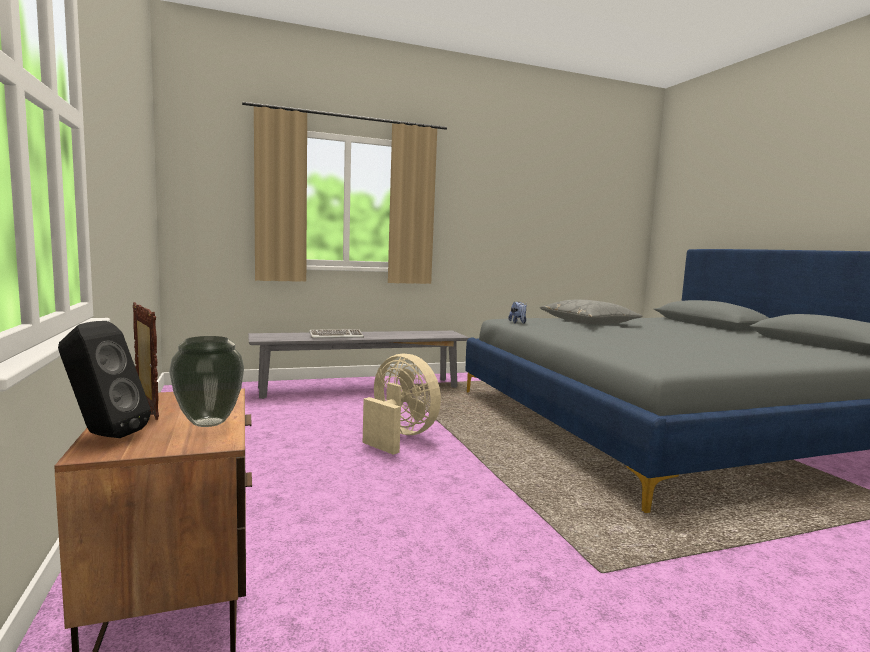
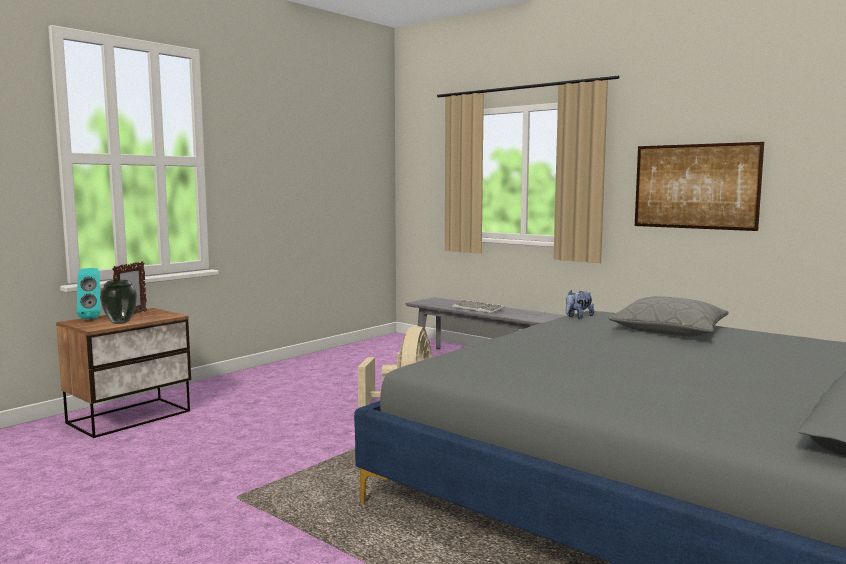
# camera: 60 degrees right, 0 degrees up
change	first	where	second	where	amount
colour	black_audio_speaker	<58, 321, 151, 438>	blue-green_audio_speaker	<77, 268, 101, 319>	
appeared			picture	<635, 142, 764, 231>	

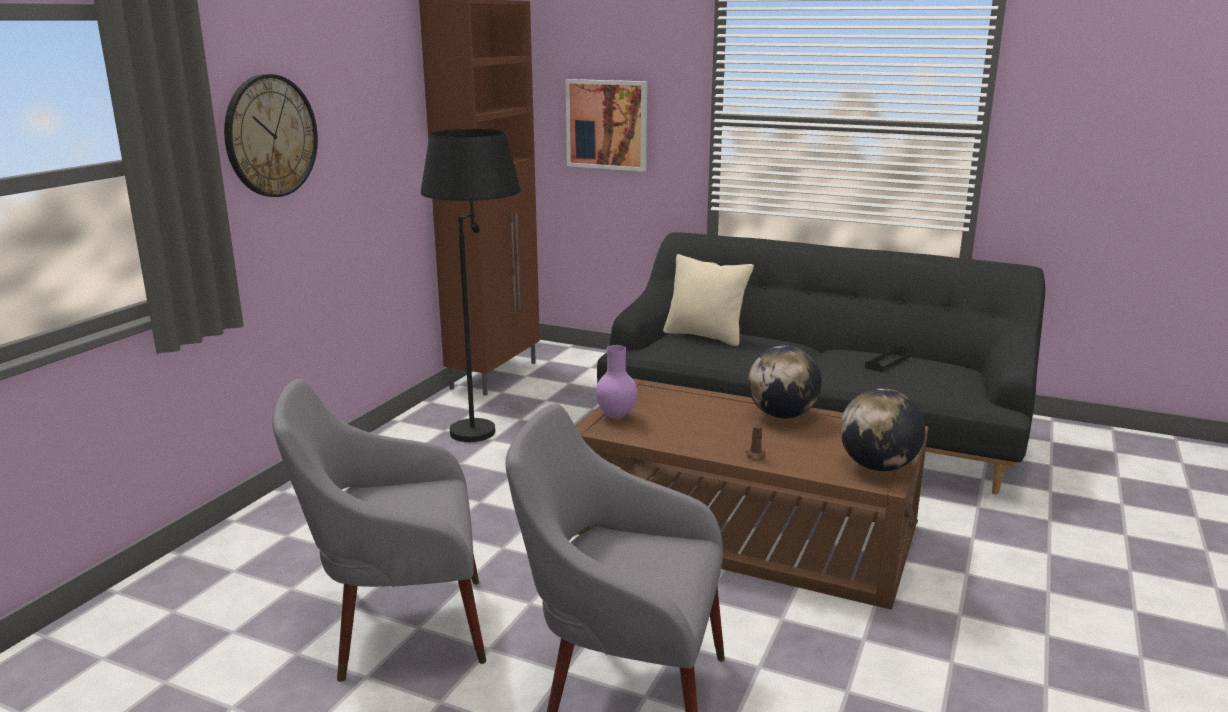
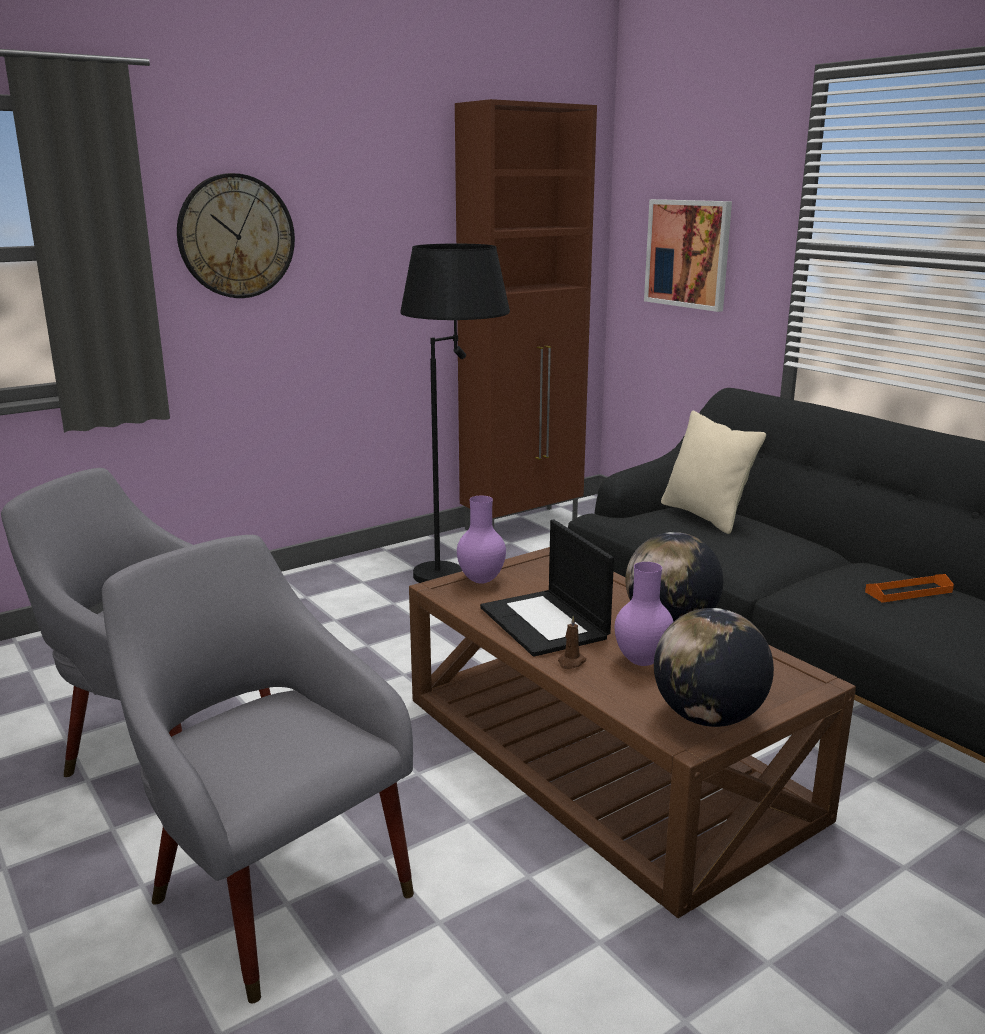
# camera: 30 degrees right, 0 degrees up
change	first	where	second	where	amount
colour	black_carrying_tray	<865, 346, 911, 373>	orange-coloured_carrying_tray	<865, 574, 954, 603>	
appeared			notebook_computer	<480, 520, 614, 657>	
appeared			purple-coloured_flower_vase	<615, 562, 674, 666>	

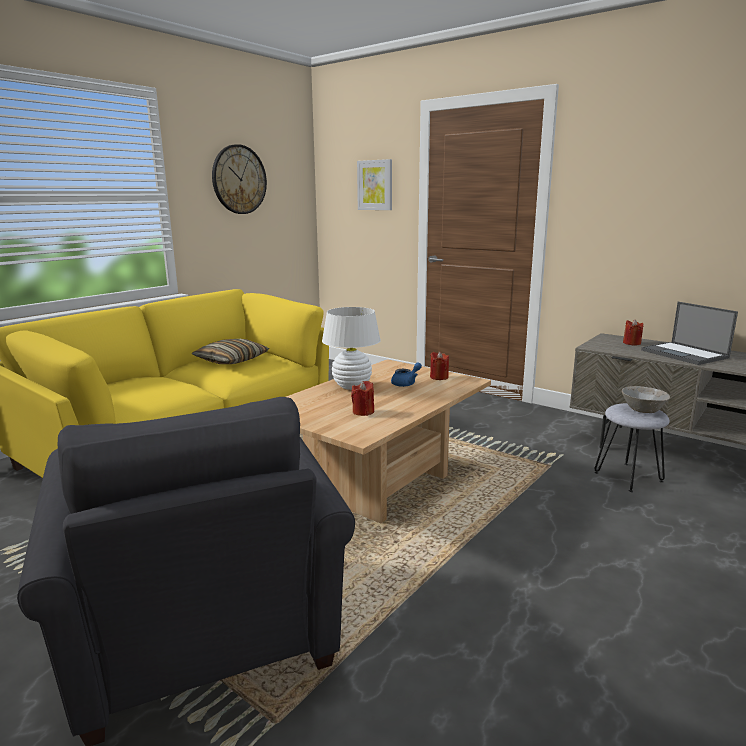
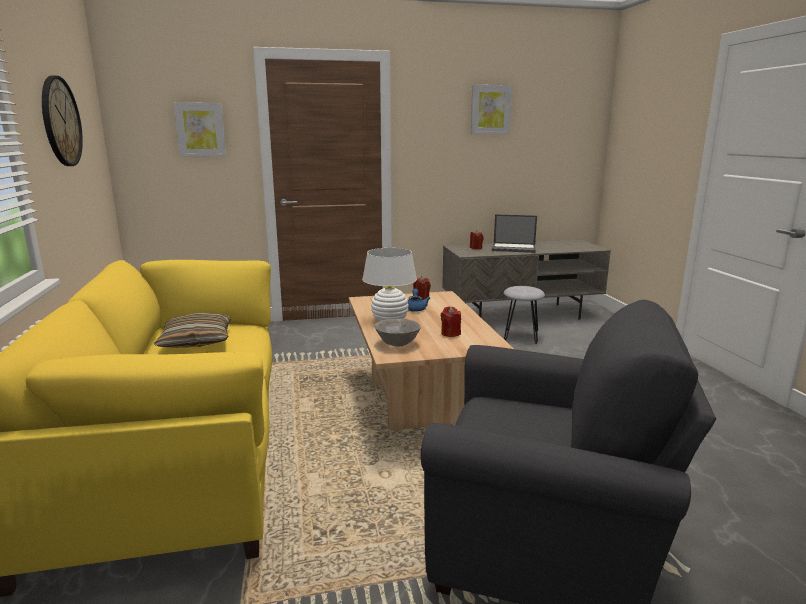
# camera: 50 degrees left, 0 degrees up
change	first	where	second	where	amount
relocated	gray_serving_bowl	<622, 386, 670, 413>		<375, 319, 421, 347>	
appeared			picture	<471, 85, 512, 134>	

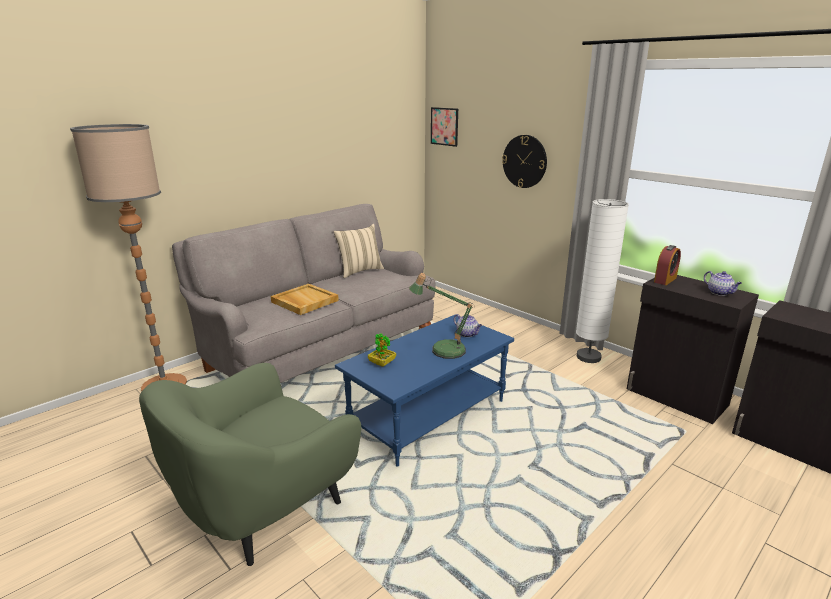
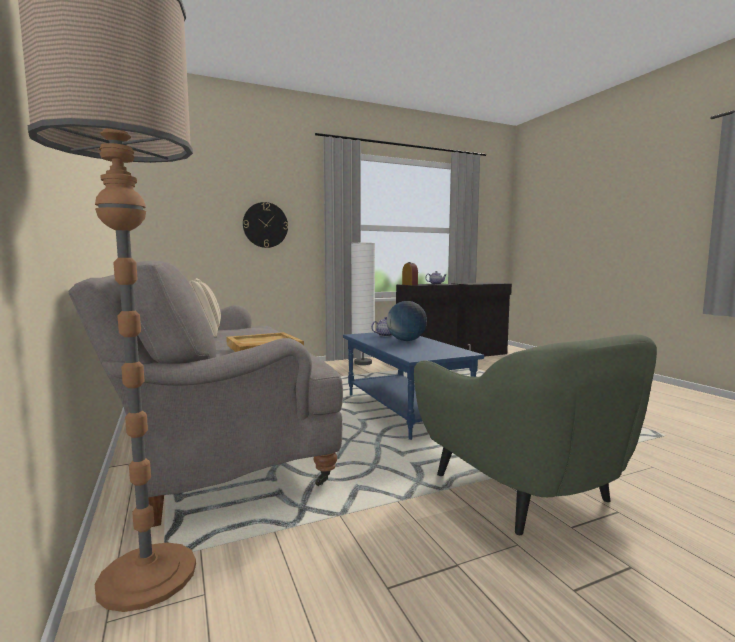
# camera: 70 degrees left, 15 degrees down
change	first	where	second	where	amount
missing	plant_in_a_pot	<368, 333, 396, 367>			
exchanged	lamp_for_a_table	<409, 273, 475, 359>	desk_globe	<387, 301, 427, 341>	
missing	picture	<431, 107, 458, 147>			

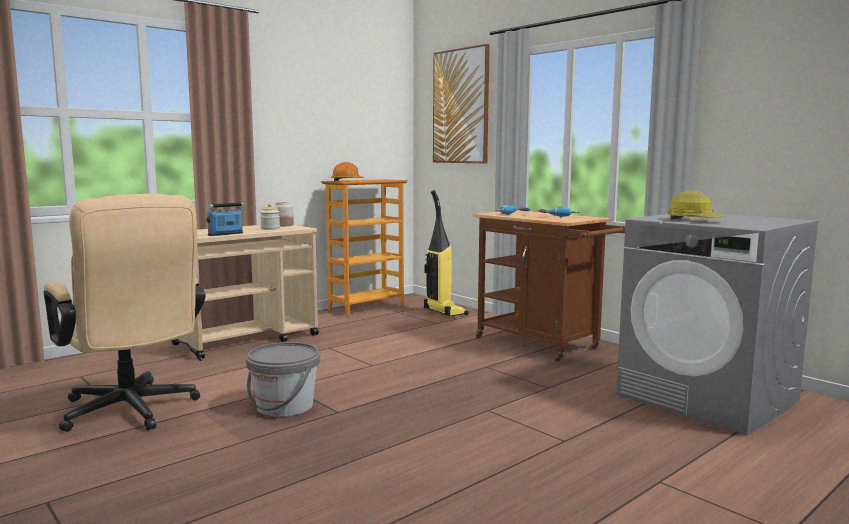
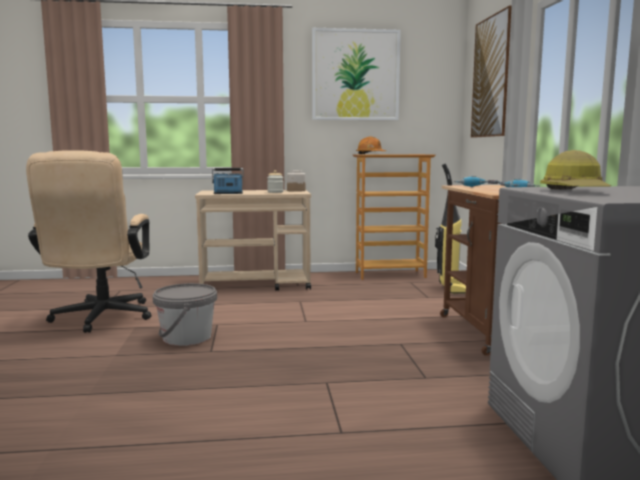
# camera: 35 degrees right, 0 degrees up
change	first	where	second	where	amount
appeared			picture	<312, 28, 401, 120>	

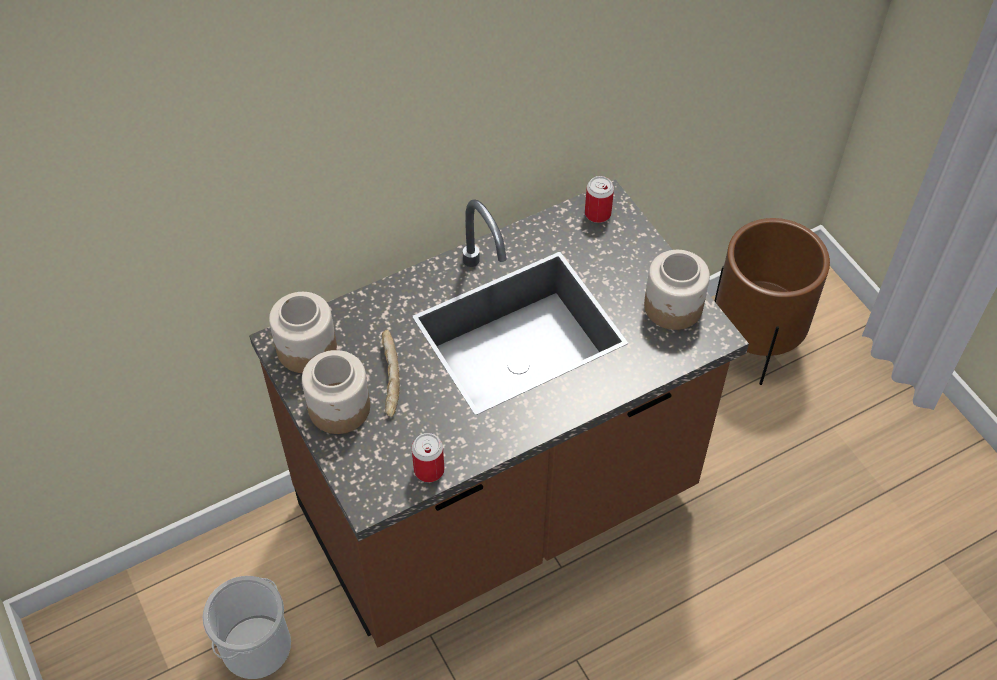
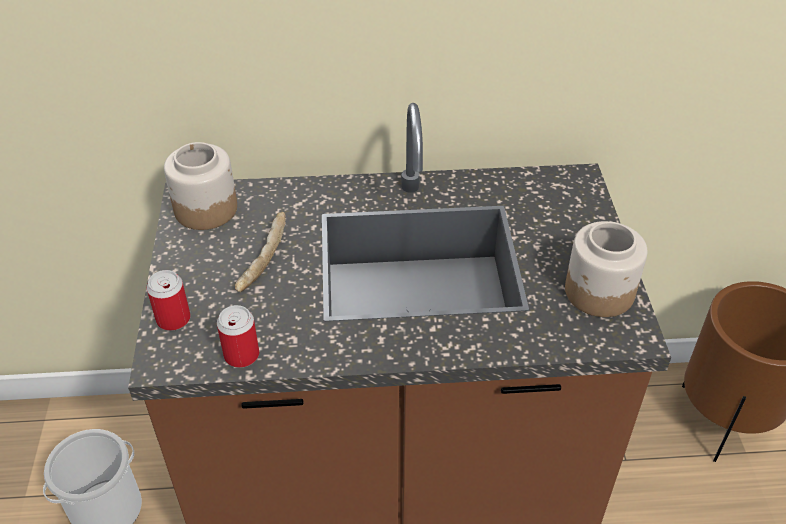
# camera: 25 degrees right, 10 degrees down
change	first	where	second	where	amount
missing	preserve_jar	<302, 350, 370, 434>			
relocated	metal_can	<585, 176, 614, 223>		<147, 270, 191, 331>	

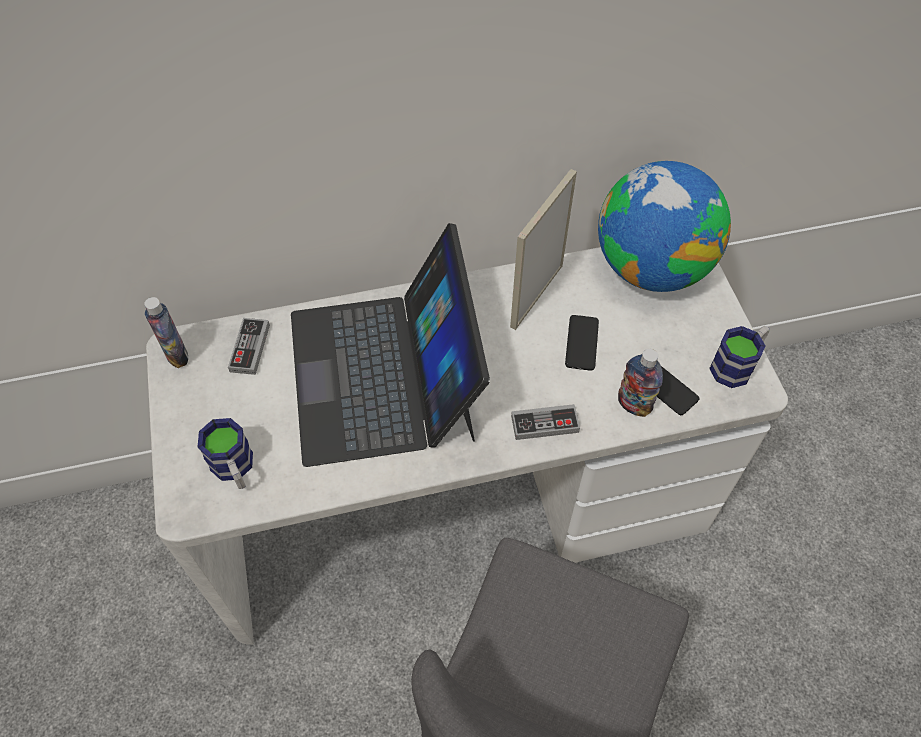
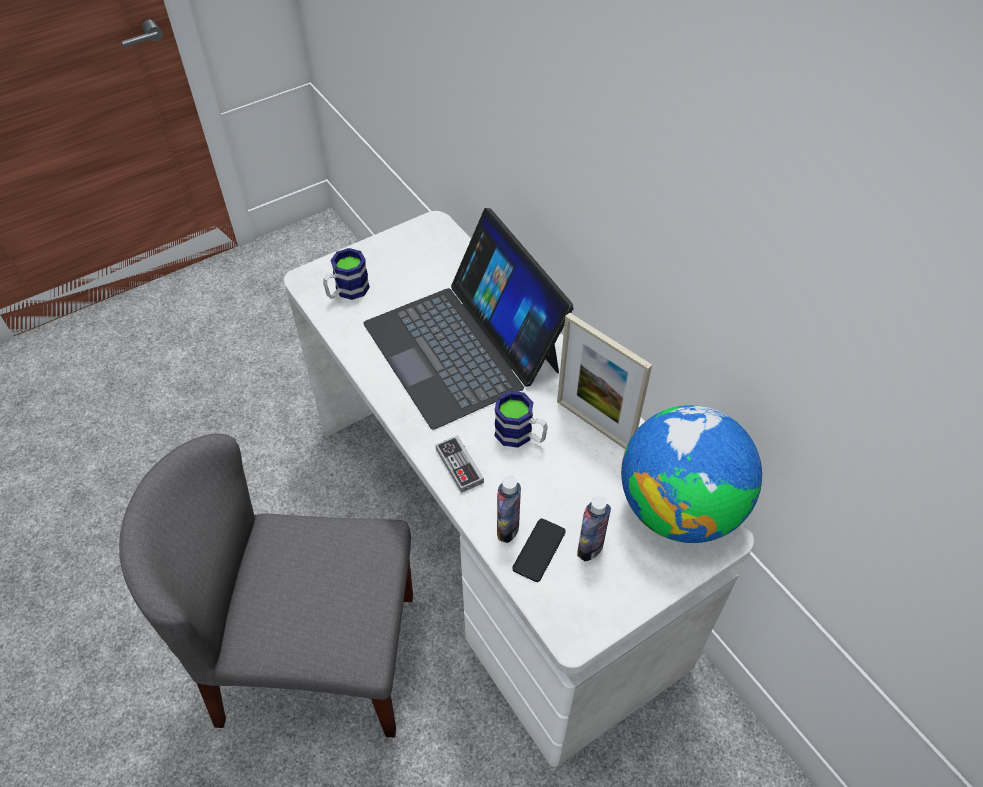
# camera: 70 degrees right, 5 degrees down
change	first	where	second	where	amount
relocated	beverage_bottle	<144, 297, 188, 368>		<577, 496, 611, 561>	
missing	gamepad	<228, 318, 270, 375>			
spun	notebook_computer	<291, 223, 490, 467>		<364, 208, 574, 430>	90 degrees counterclockwise
spun	standing_frame	<510, 169, 577, 330>		<557, 312, 652, 450>	150 degrees counterclockwise
missing	handset	<565, 315, 599, 371>			
relocated	coffee_mug	<709, 326, 770, 388>		<494, 391, 548, 448>	

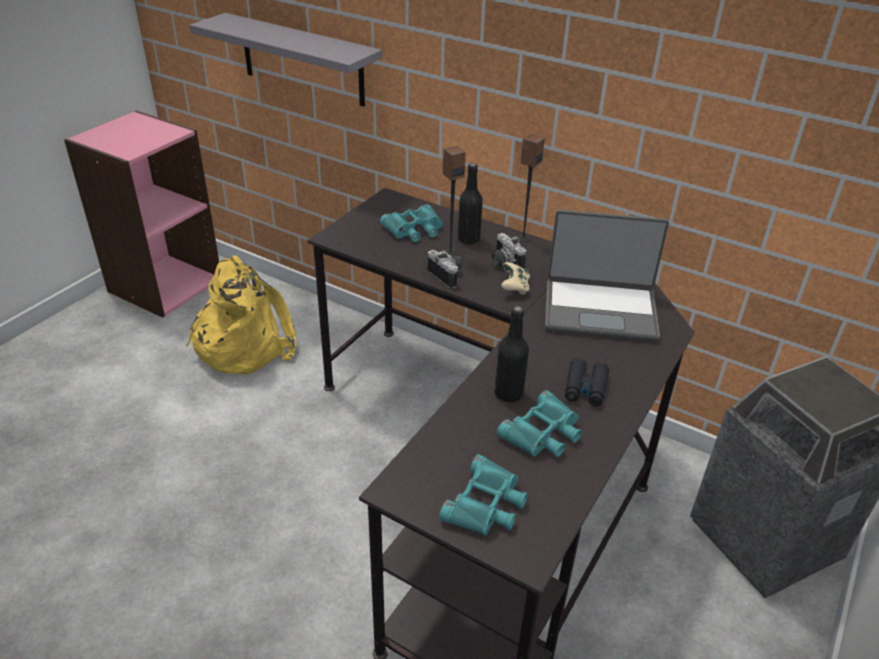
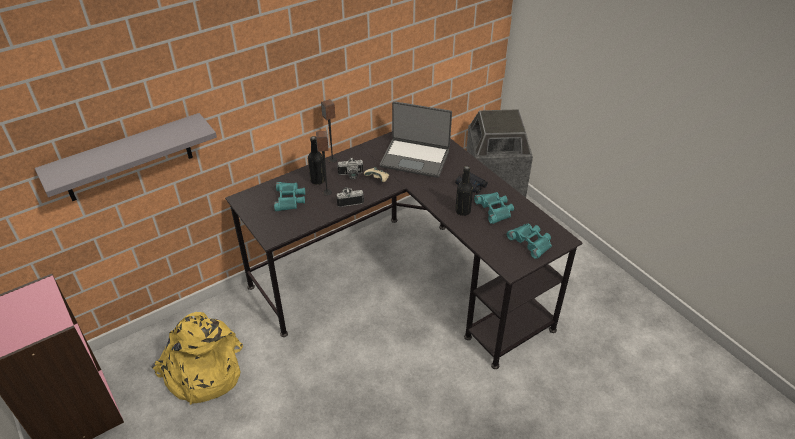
# camera: 65 degrees left, 5 degrees up
change	first	where	second	where	amount
spun	notebook_computer	<545, 210, 669, 342>		<380, 101, 452, 178>	75 degrees clockwise

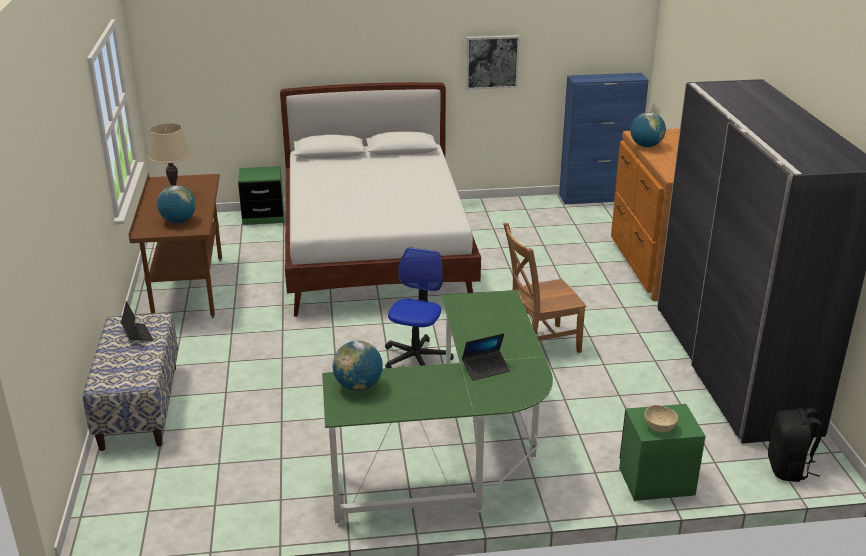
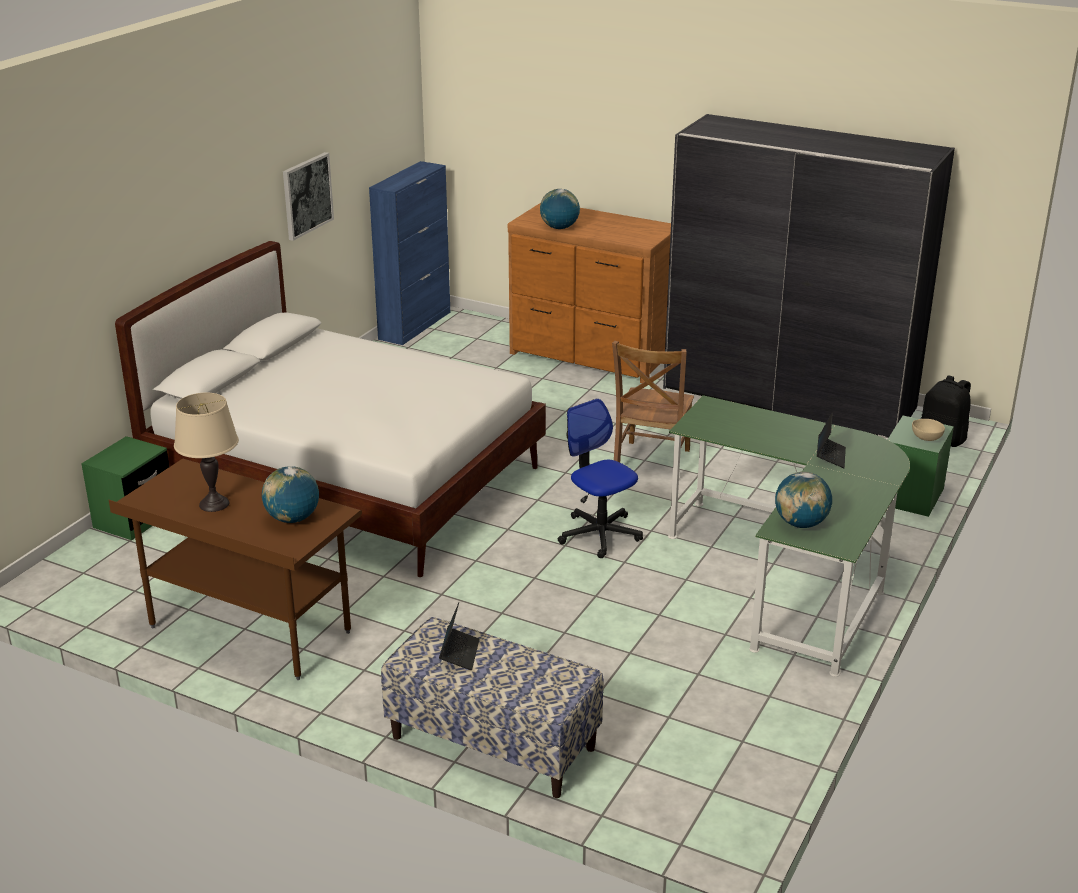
# camera: 55 degrees left, 0 degrees up
change	first	where	second	where	amount
spun	notebook_computer	<121, 301, 154, 341>		<439, 603, 479, 670>	90 degrees clockwise

